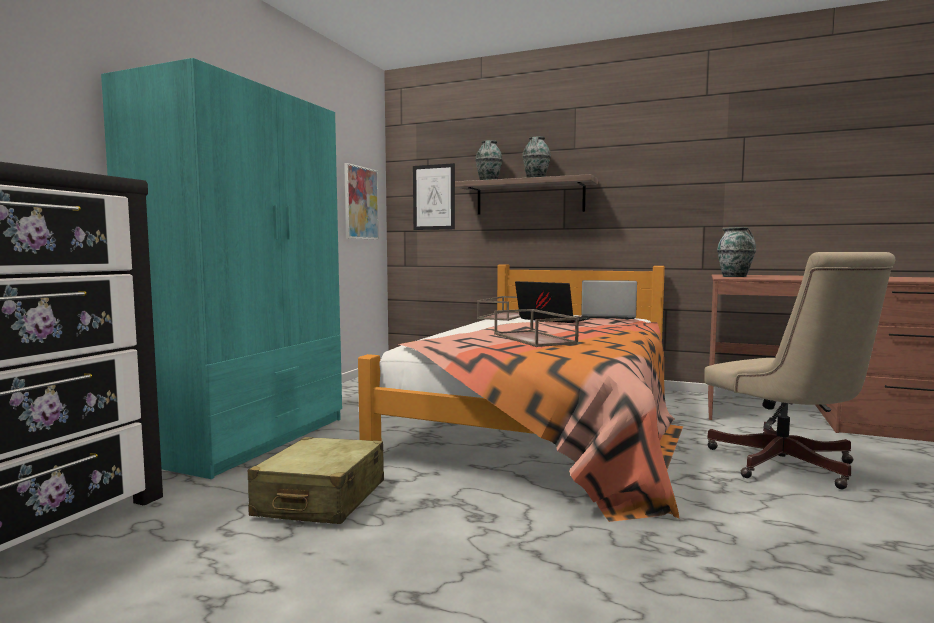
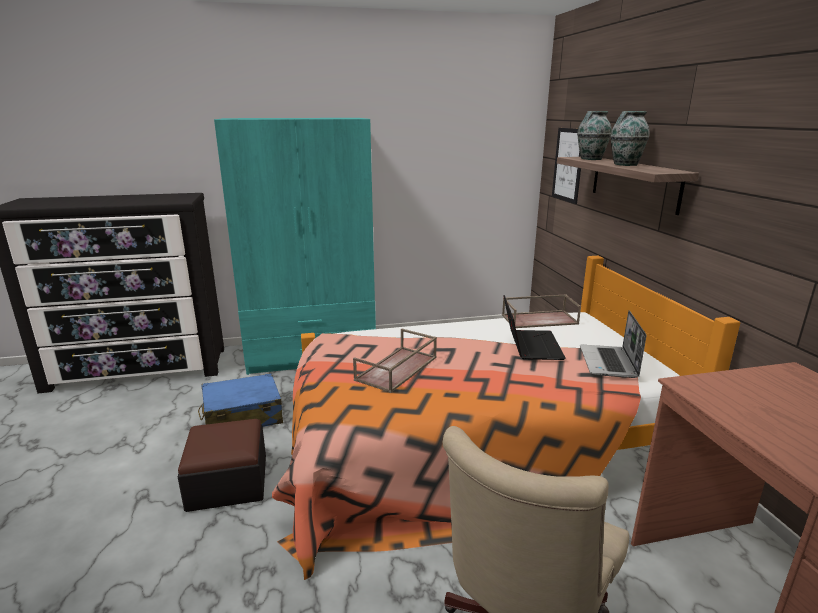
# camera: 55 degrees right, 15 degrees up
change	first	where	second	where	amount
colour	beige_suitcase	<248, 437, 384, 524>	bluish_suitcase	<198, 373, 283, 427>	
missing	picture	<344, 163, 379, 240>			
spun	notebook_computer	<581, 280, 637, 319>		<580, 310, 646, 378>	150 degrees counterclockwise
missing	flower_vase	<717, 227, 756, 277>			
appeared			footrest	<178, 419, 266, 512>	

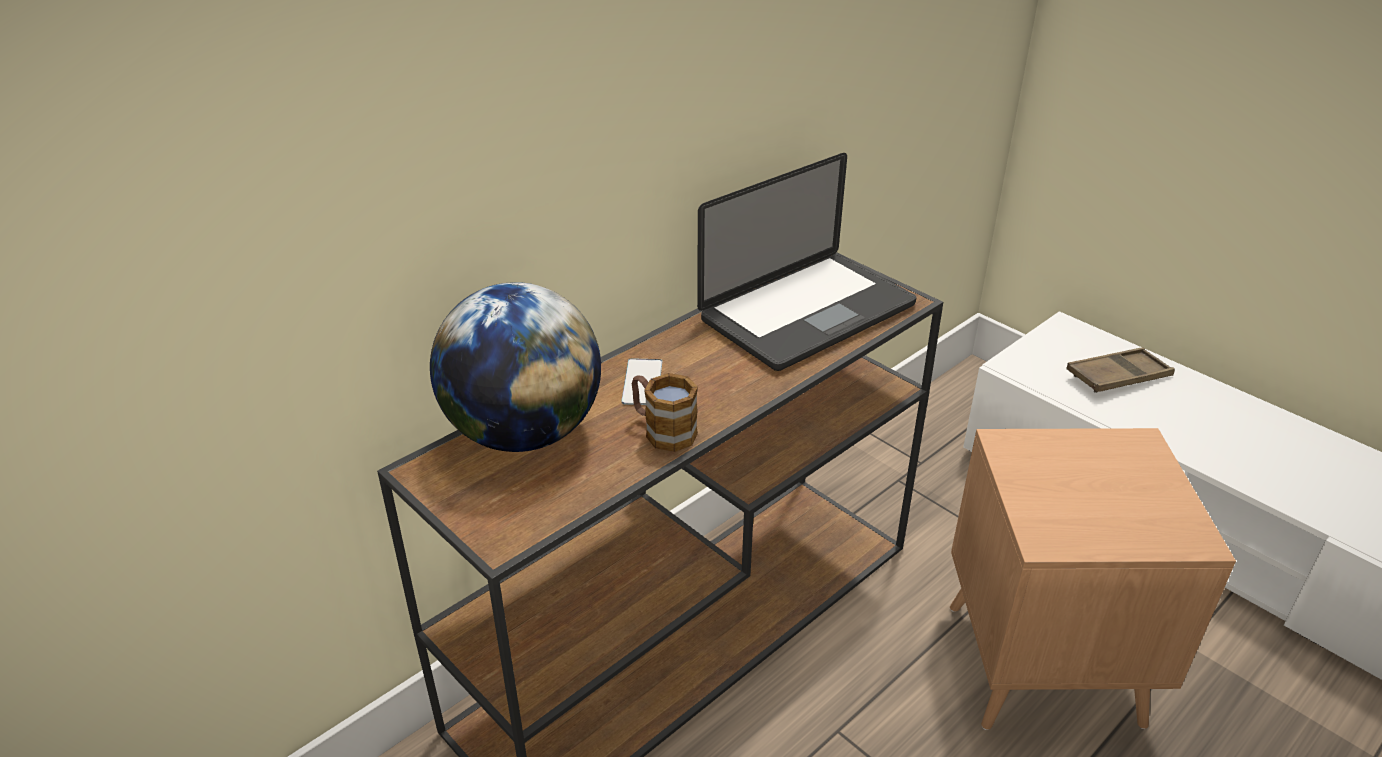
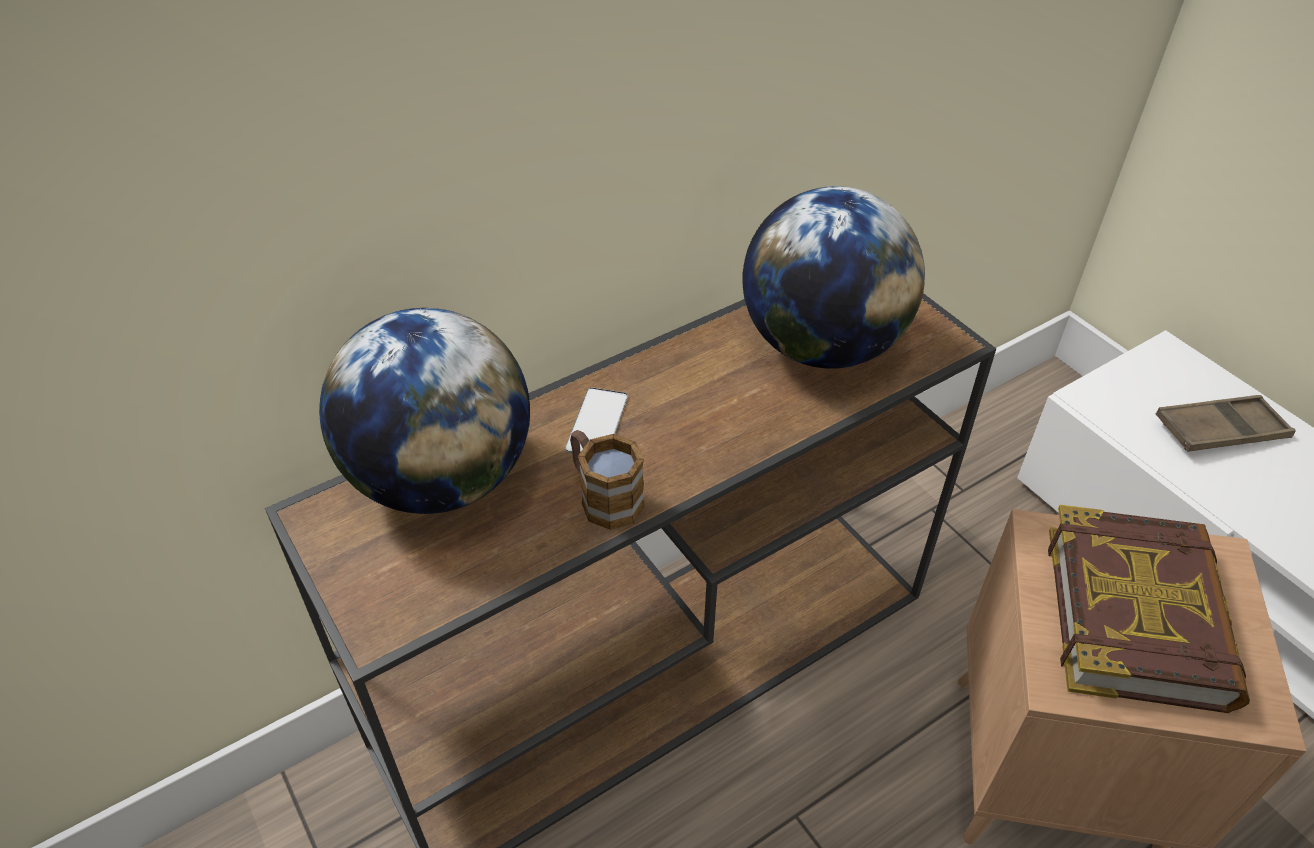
# camera: 10 degrees right, 10 degrees up
change	first	where	second	where	amount
exchanged	notebook_computer	<697, 153, 917, 371>	desk_globe	<743, 186, 925, 369>	
appeared			volume	<1048, 505, 1250, 713>	

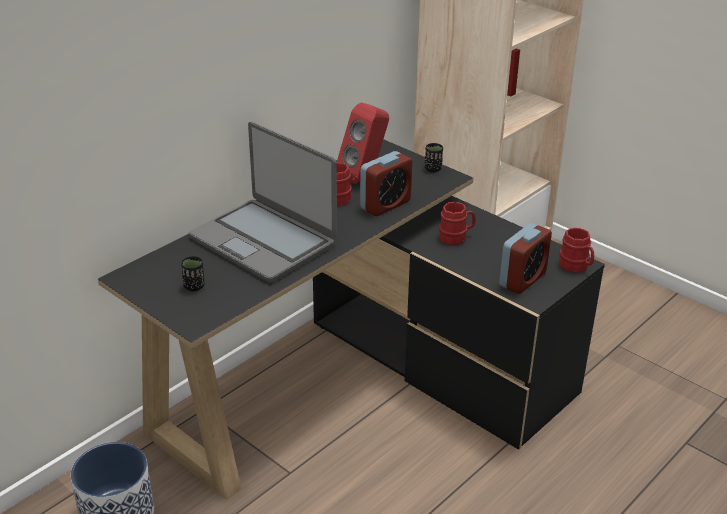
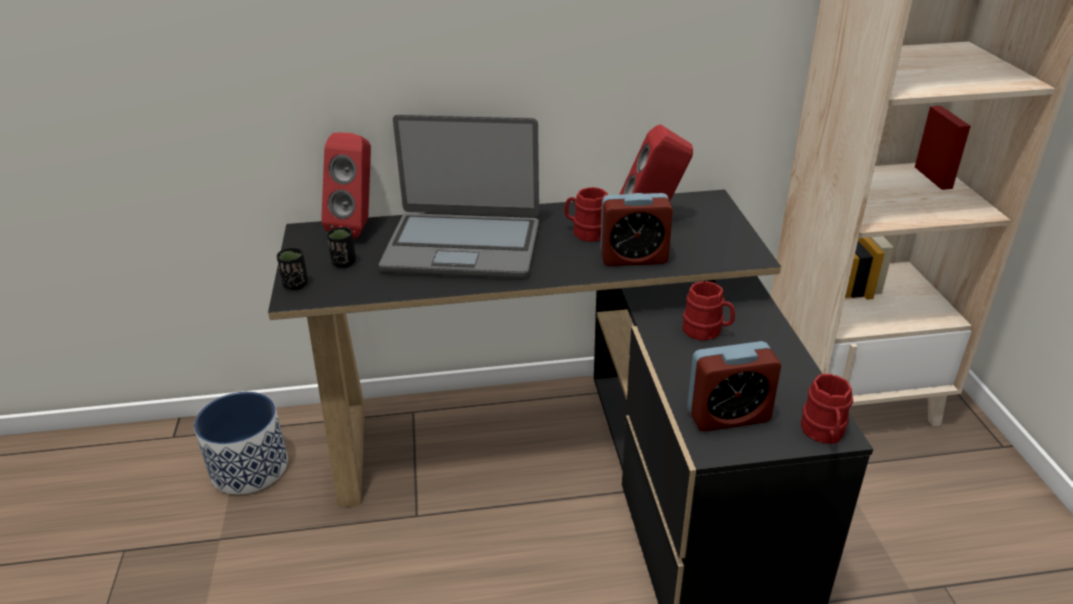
# camera: 40 degrees right, 0 degrees up
change	first	where	second	where	amount
spun	notebook_computer	<189, 122, 337, 283>		<379, 114, 539, 279>	75 degrees counterclockwise
relocated	black_cup	<425, 143, 443, 172>		<277, 248, 308, 290>	
appeared			red_audio_speaker	<321, 133, 371, 239>	

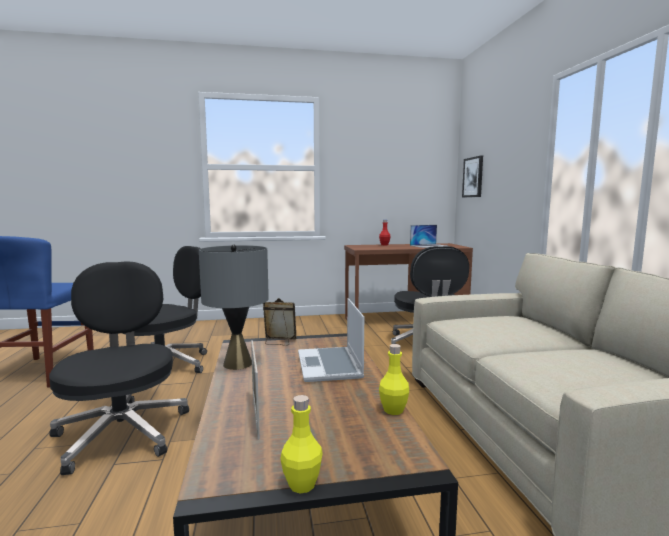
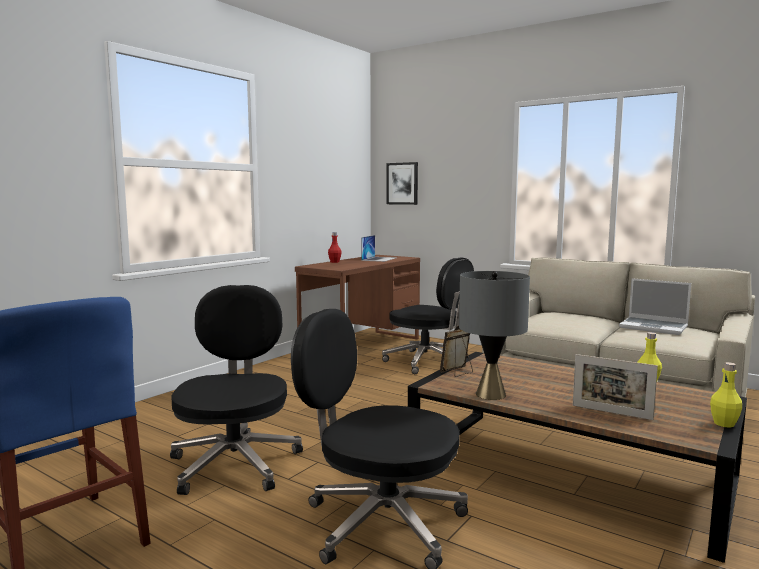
# camera: 45 degrees left, 0 degrees up
change	first	where	second	where	amount
relocated	notebook_computer	<298, 298, 364, 382>		<619, 278, 691, 335>	

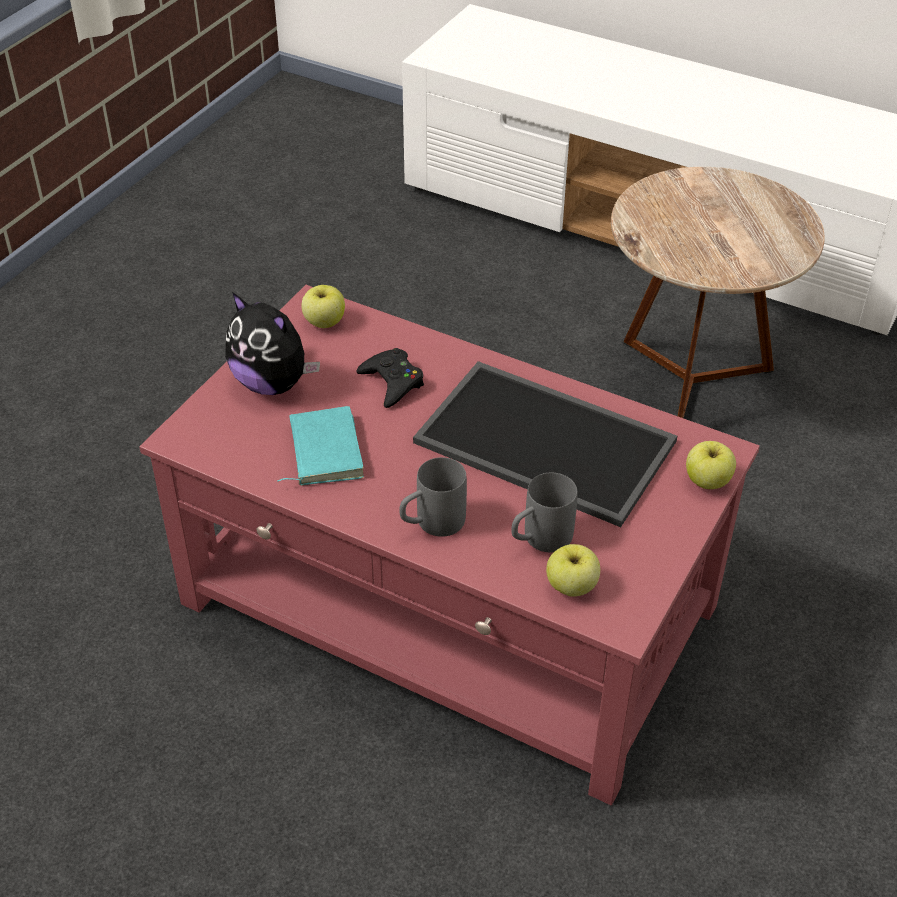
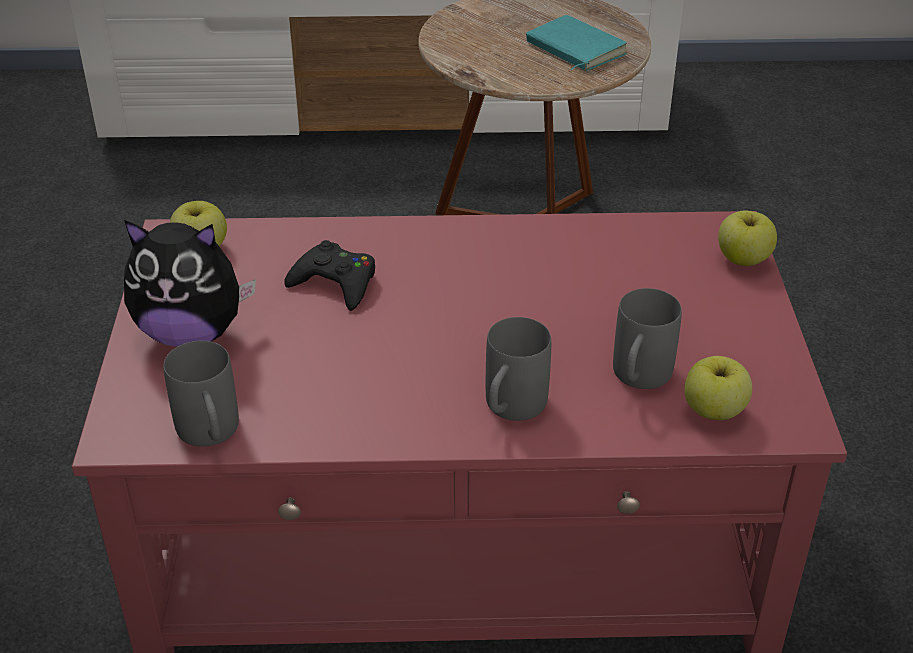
# camera: 30 degrees left, 5 degrees down
change	first	where	second	where	amount
relocated	blue-green_volume	<278, 406, 364, 485>		<526, 15, 627, 71>	
missing	carrying_tray	<413, 361, 677, 527>			
appeared			gray_coffee_mug	<163, 341, 239, 447>	

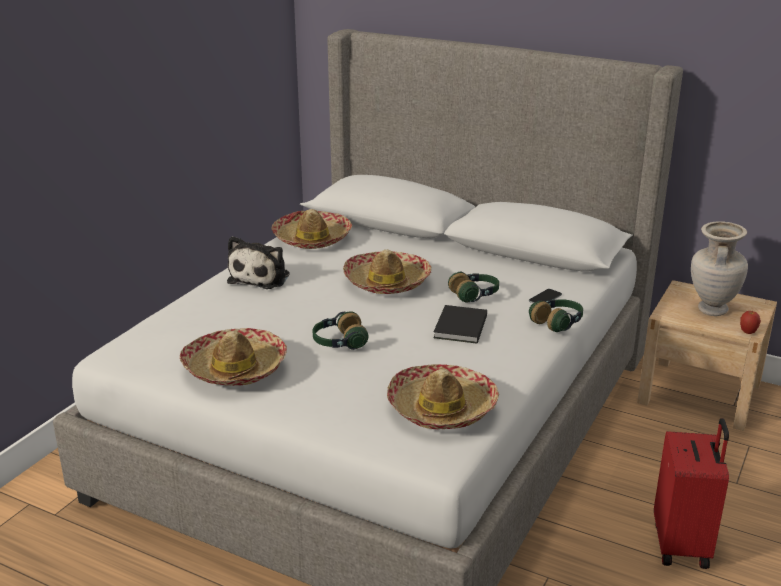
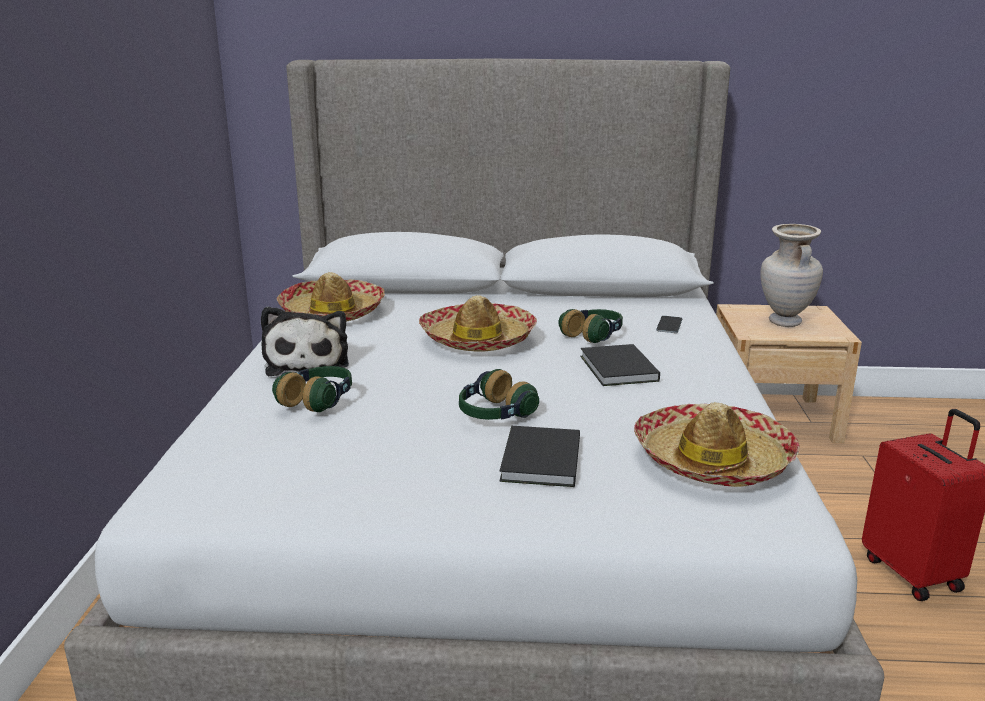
# camera: 25 degrees left, 5 degrees down
change	first	where	second	where	amount
missing	wearable_hat	<180, 328, 287, 386>			
relocated	pair_of_headphones	<529, 299, 583, 332>		<272, 366, 352, 412>	
missing	whole_apple	<740, 311, 761, 334>			
appeared			black_volume	<499, 426, 580, 487>	

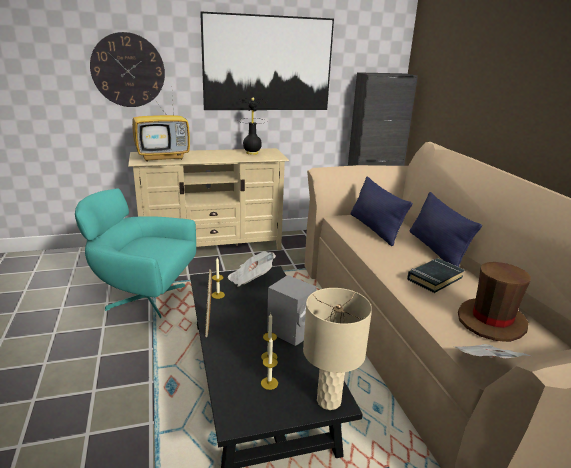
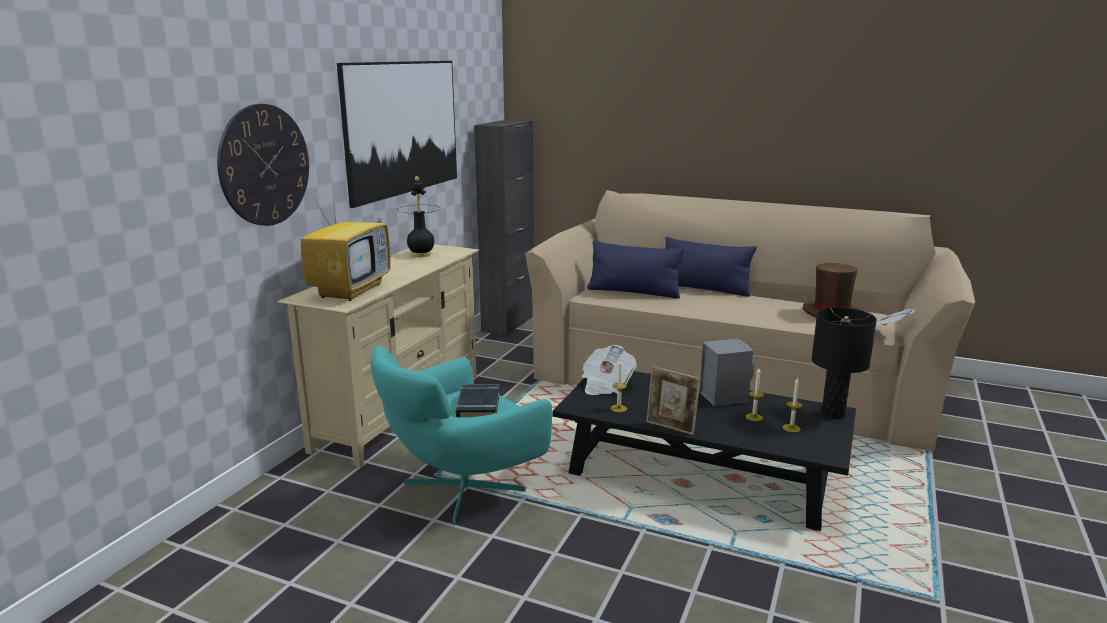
# camera: 50 degrees left, 5 degrees down
change	first	where	second	where	amount
colour	beige_lamp_for_a_table	<303, 288, 372, 410>	black_lamp_for_a_table	<811, 307, 877, 419>	
relocated	black_volume	<407, 258, 464, 293>		<456, 384, 500, 417>	

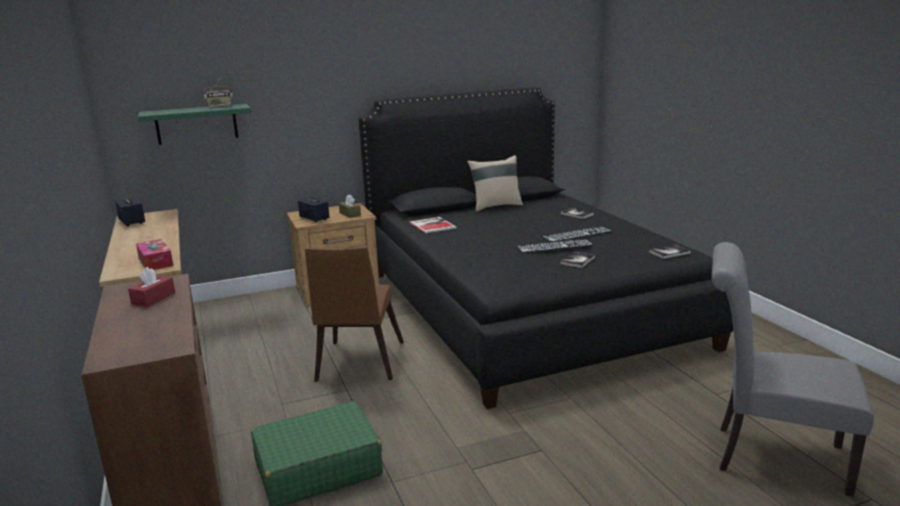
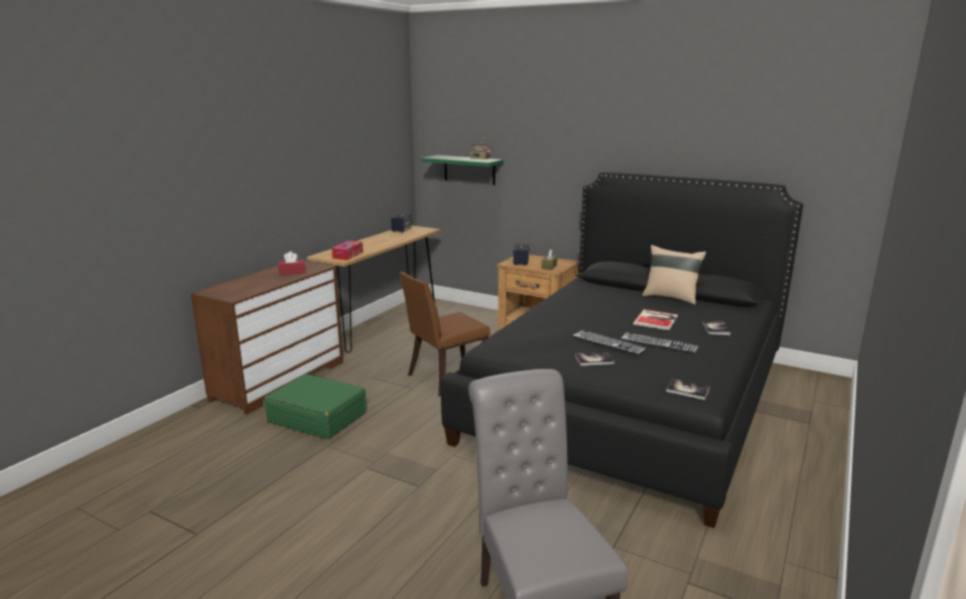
# camera: 50 degrees right, 0 degrees up
change	first	where	second	where	amount
relocated	volume	<409, 217, 456, 234>		<633, 309, 678, 330>	

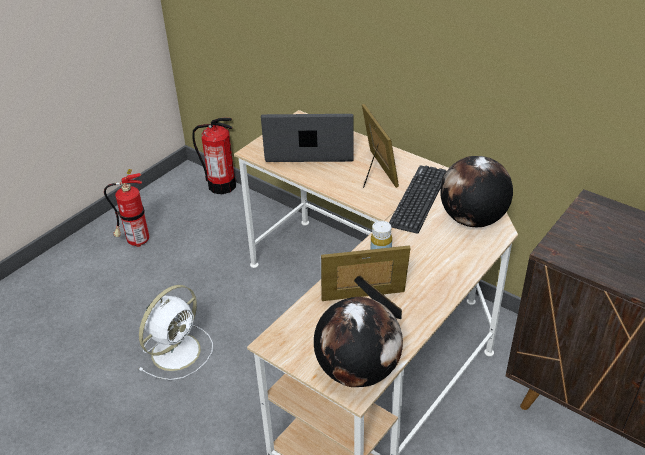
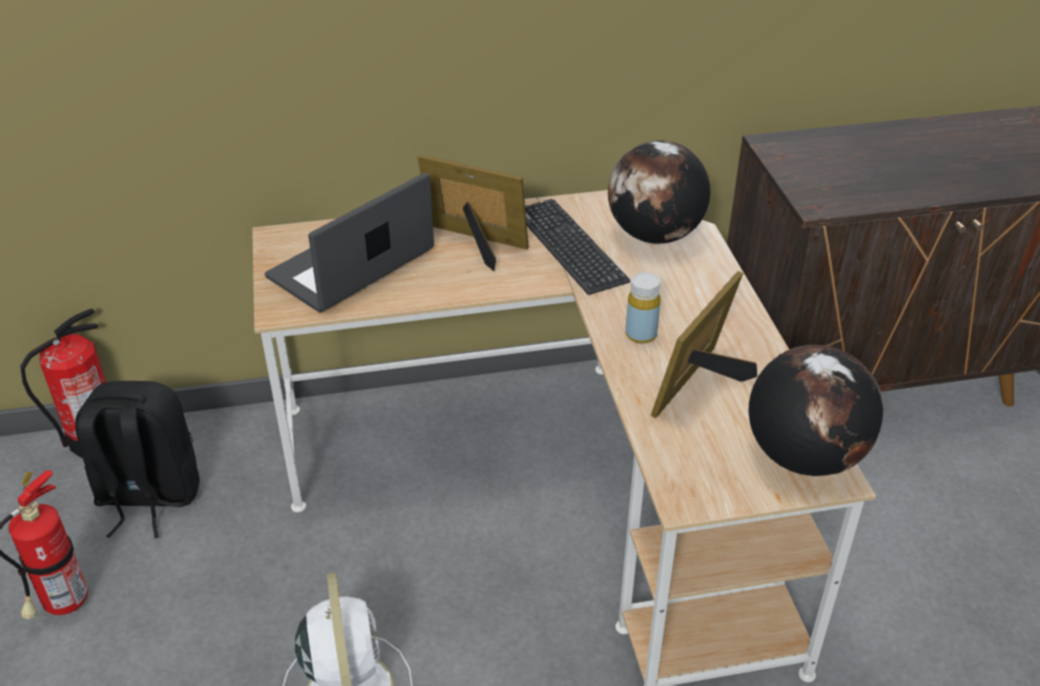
# camera: 50 degrees left, 0 degrees up
change	first	where	second	where	amount
appeared			black_backpack	<75, 381, 200, 538>	

